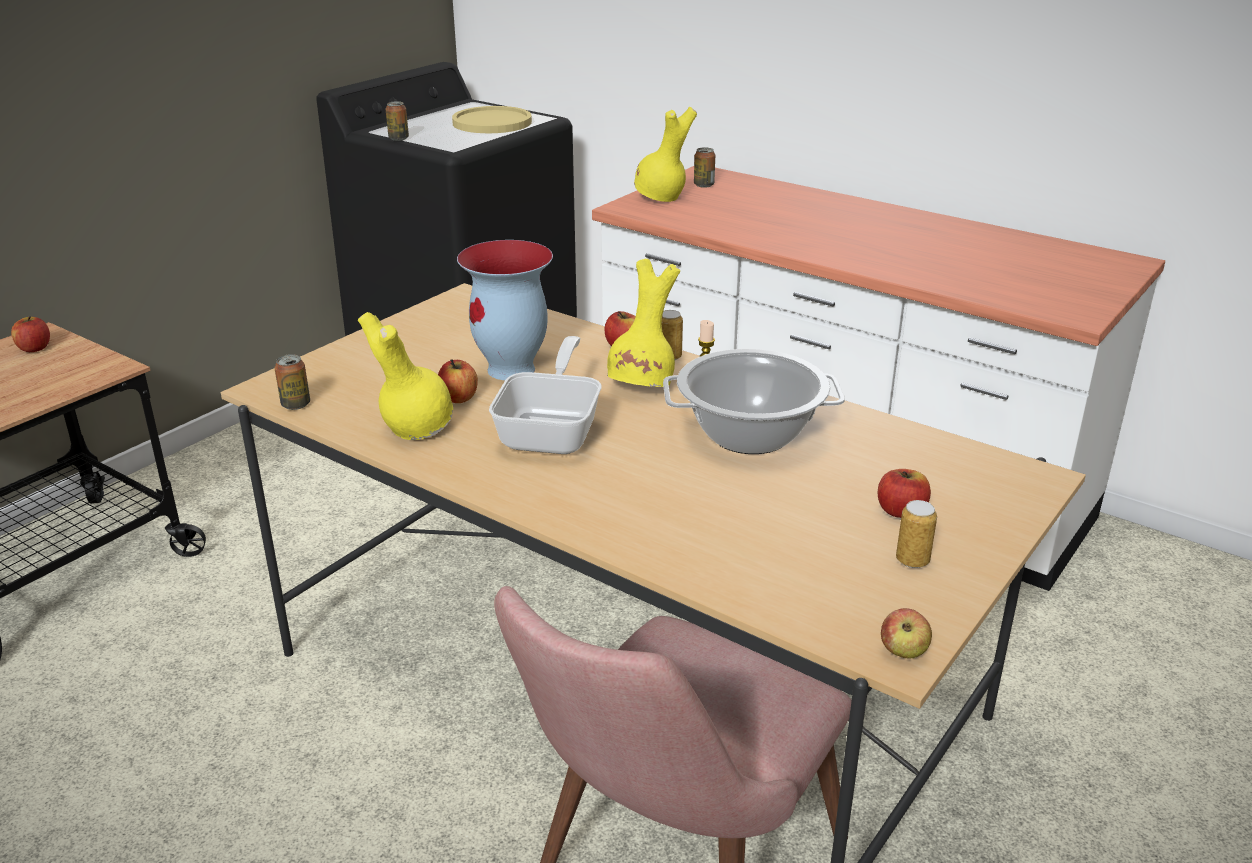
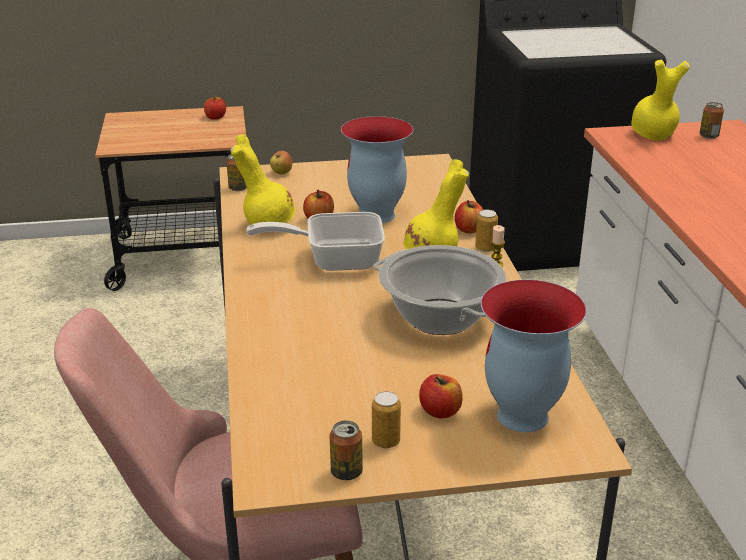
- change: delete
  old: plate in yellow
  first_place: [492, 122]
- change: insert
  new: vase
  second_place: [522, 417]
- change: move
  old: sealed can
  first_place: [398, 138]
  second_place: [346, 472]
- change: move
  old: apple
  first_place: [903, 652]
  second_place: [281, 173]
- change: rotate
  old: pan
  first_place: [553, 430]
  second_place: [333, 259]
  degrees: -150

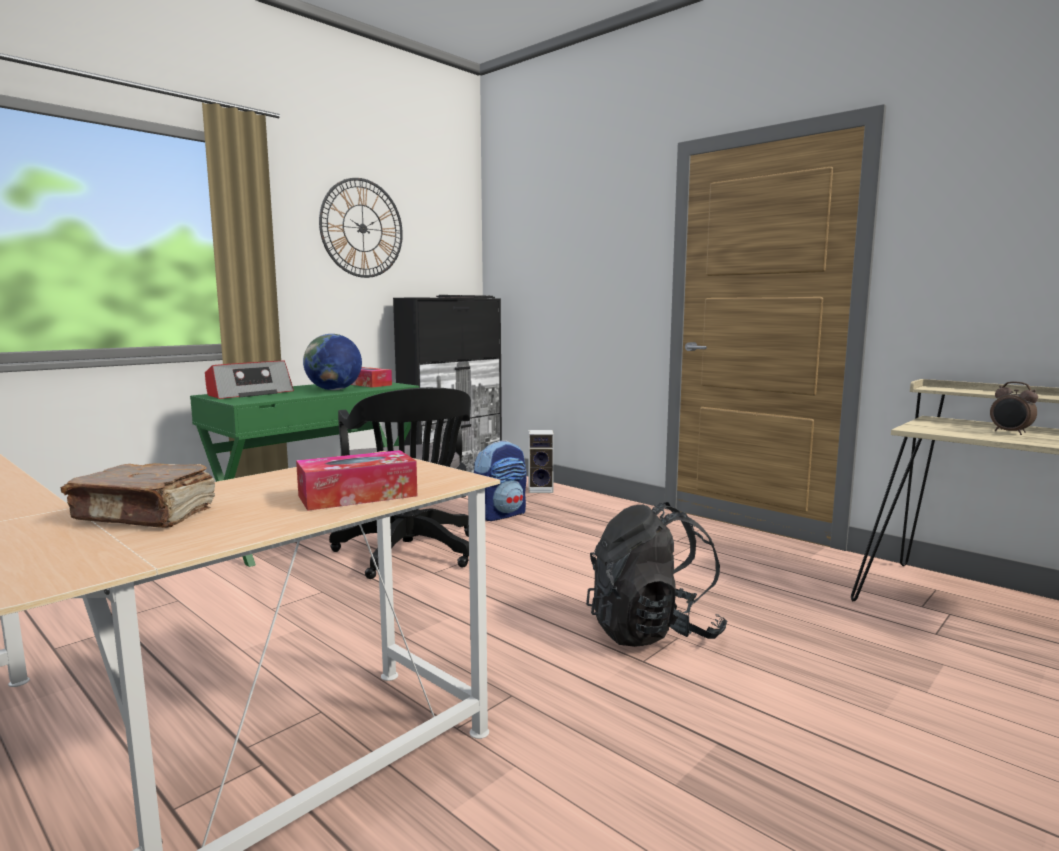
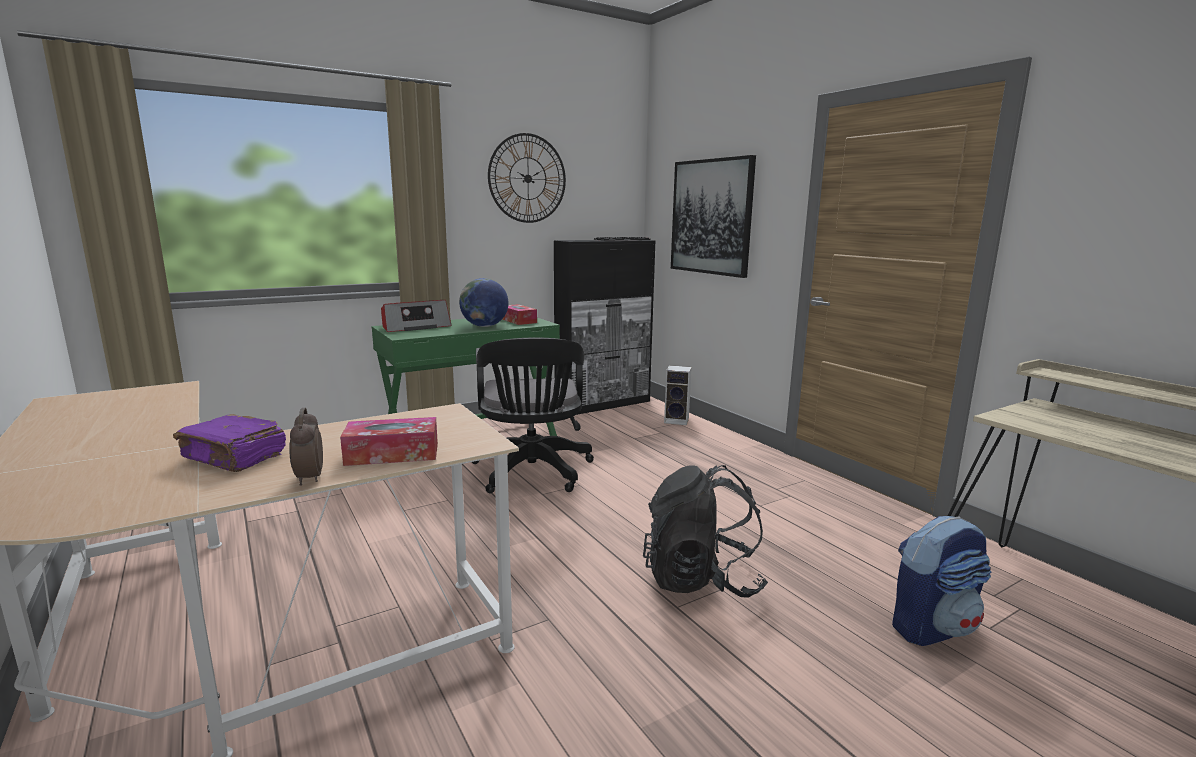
- change: insert
  new: picture
  second_place: [711, 217]
- change: move
  old: backpack
  first_place: [501, 514]
  second_place: [931, 627]
- change: move
  old: table clock
  first_place: [1010, 432]
  second_place: [309, 478]
- change: recolor
  old: bound book in brown
  new: bound book in purple-coloured
  first_place: [146, 515]
  second_place: [234, 457]

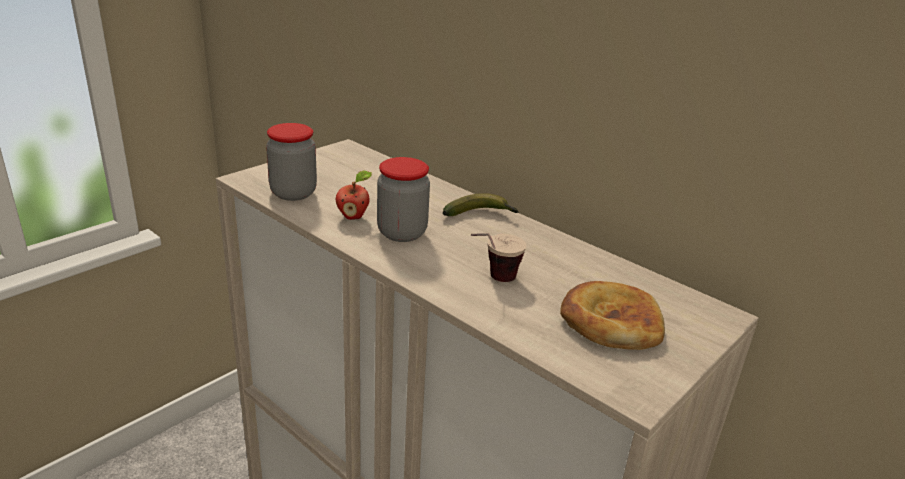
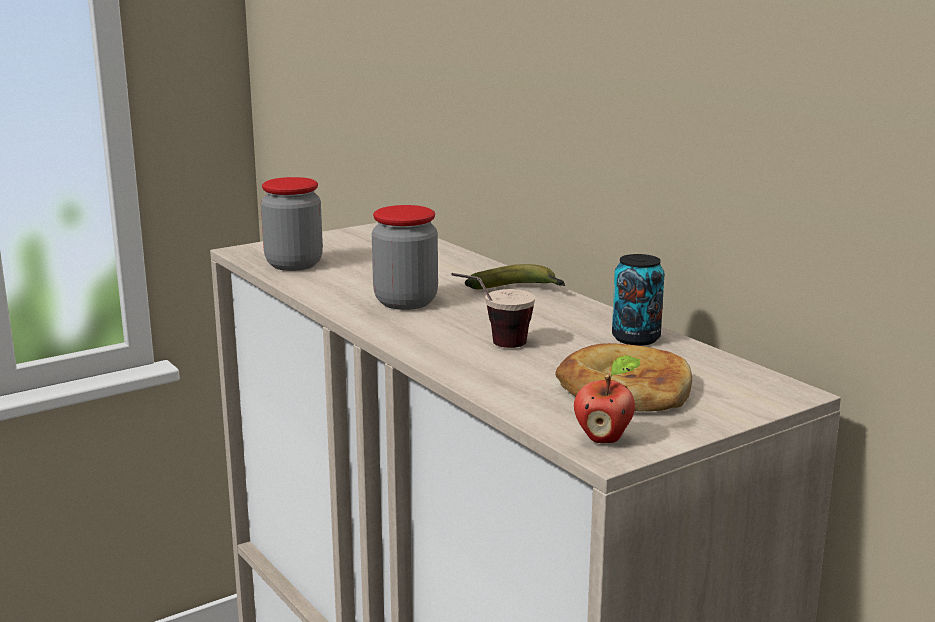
- change: insert
  new: sealed can
  second_place: [636, 338]
- change: move
  old: apple
  first_place: [354, 216]
  second_place: [605, 438]

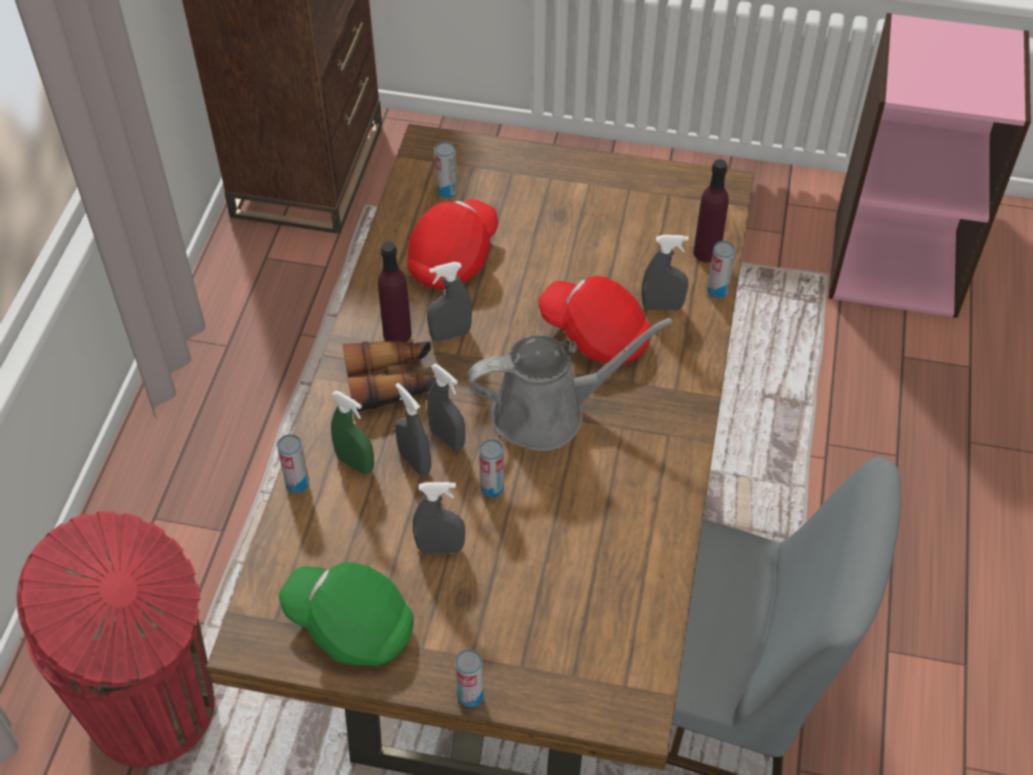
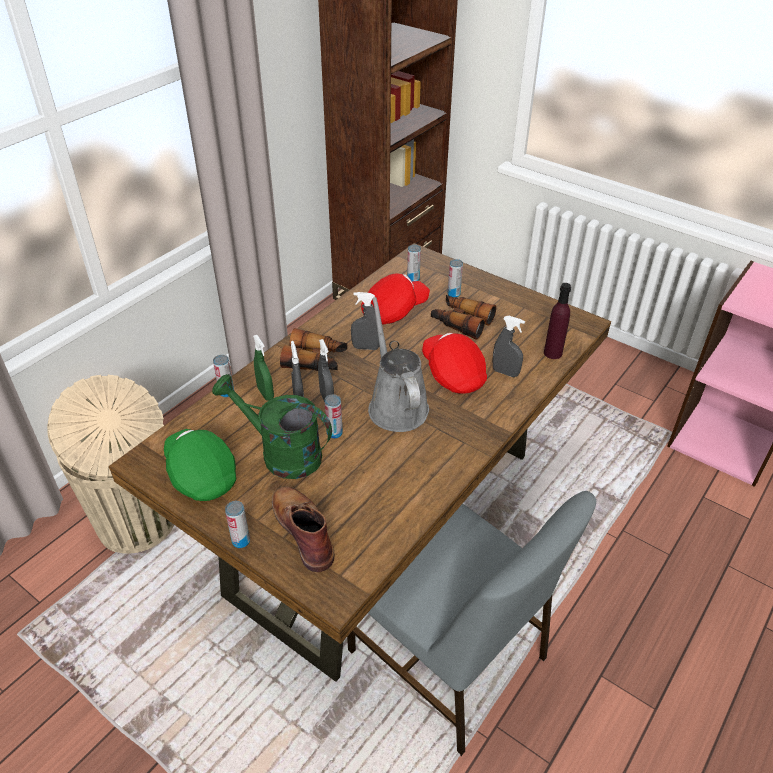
- change: delete
  old: drink bottle in purple-coloured
  first_place: [397, 334]
- change: insert
  new: high-top boot in brown
  second_place: [303, 529]
- change: insert
  new: binoculars
  second_place: [461, 322]
- change: move
  old: sealed can
  first_place: [717, 291]
  second_place: [453, 294]
- change: replace
  old: spray bottle in gray
  new: watering can in green
  first_place: [440, 548]
  second_place: [281, 454]
- change: recolor
  old: waste bin in reddish
  new: waste bin in beige
  first_place: [157, 710]
  second_place: [139, 524]
- change: rotate
  old: watering can in gray
  first_place: [548, 413]
  second_place: [396, 405]
  degrees: -120

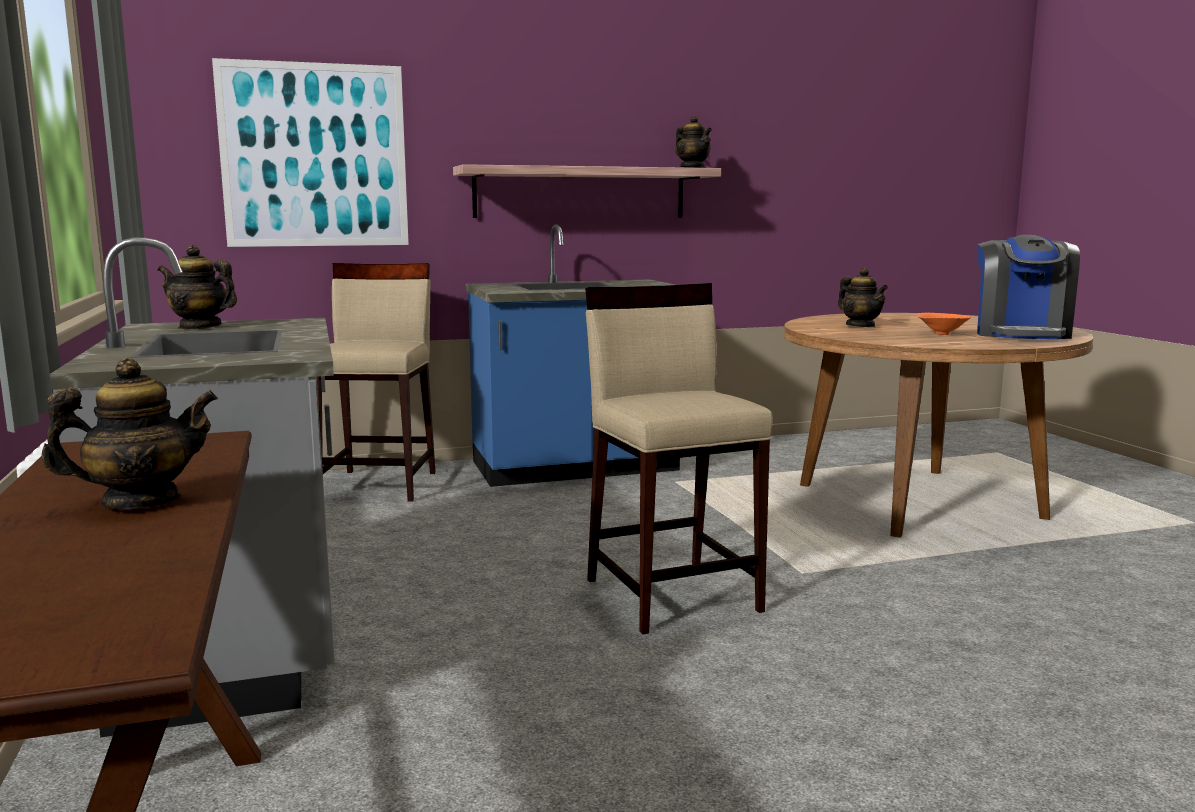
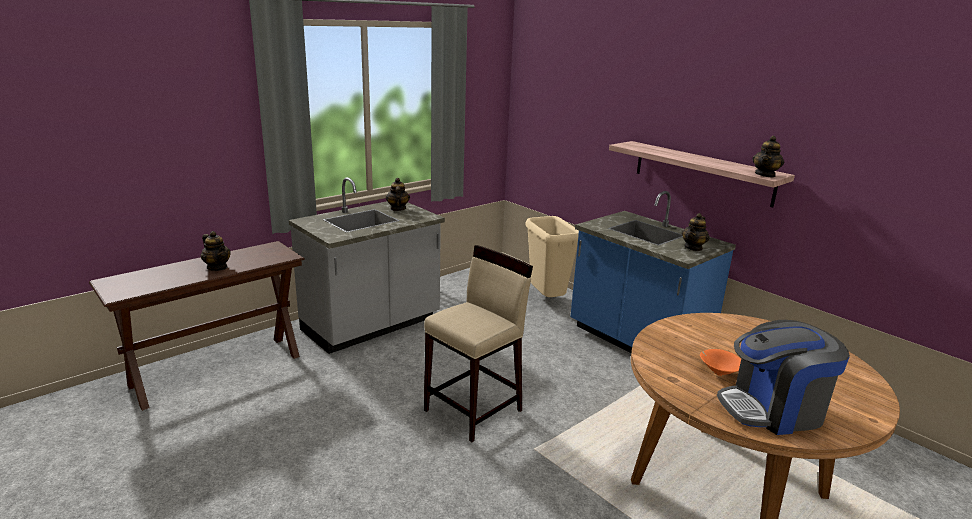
- change: delete
  old: picture
  first_place: [314, 156]
- change: move
  old: pot for tea
  first_place: [860, 326]
  second_place: [693, 247]
- change: replace
  old: stool in beige
  new: waste bin in beige
  first_place: [380, 485]
  second_place: [548, 300]

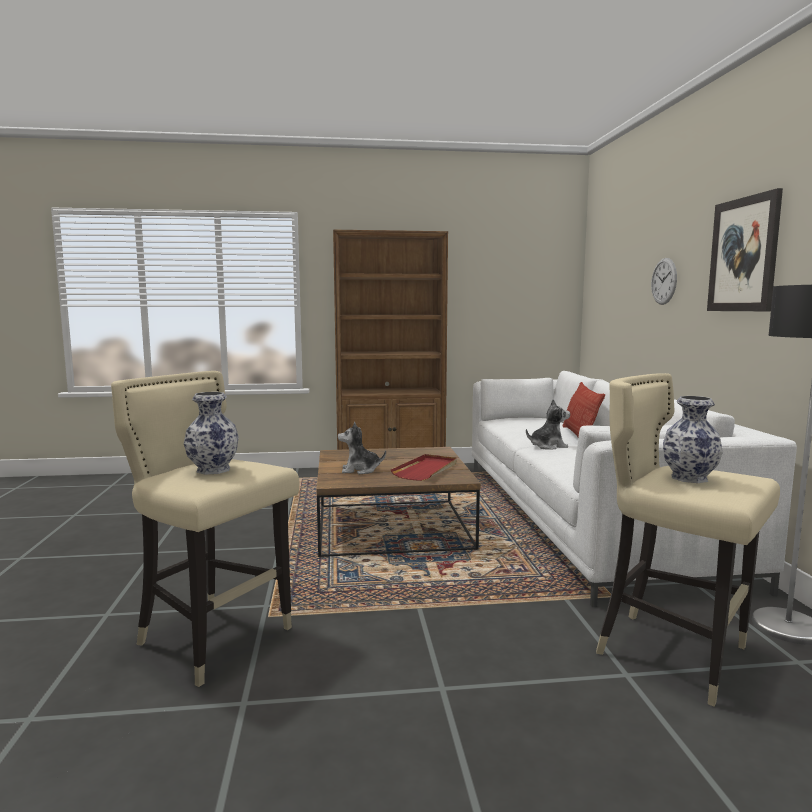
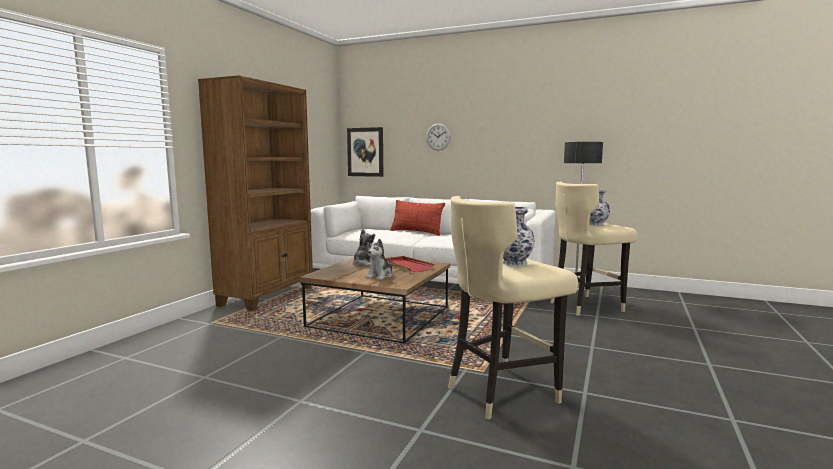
- change: move
  old: cuddly toy
  first_place: [548, 446]
  second_place: [363, 263]
- change: move
  old: picture
  first_place: [743, 255]
  second_place: [365, 152]

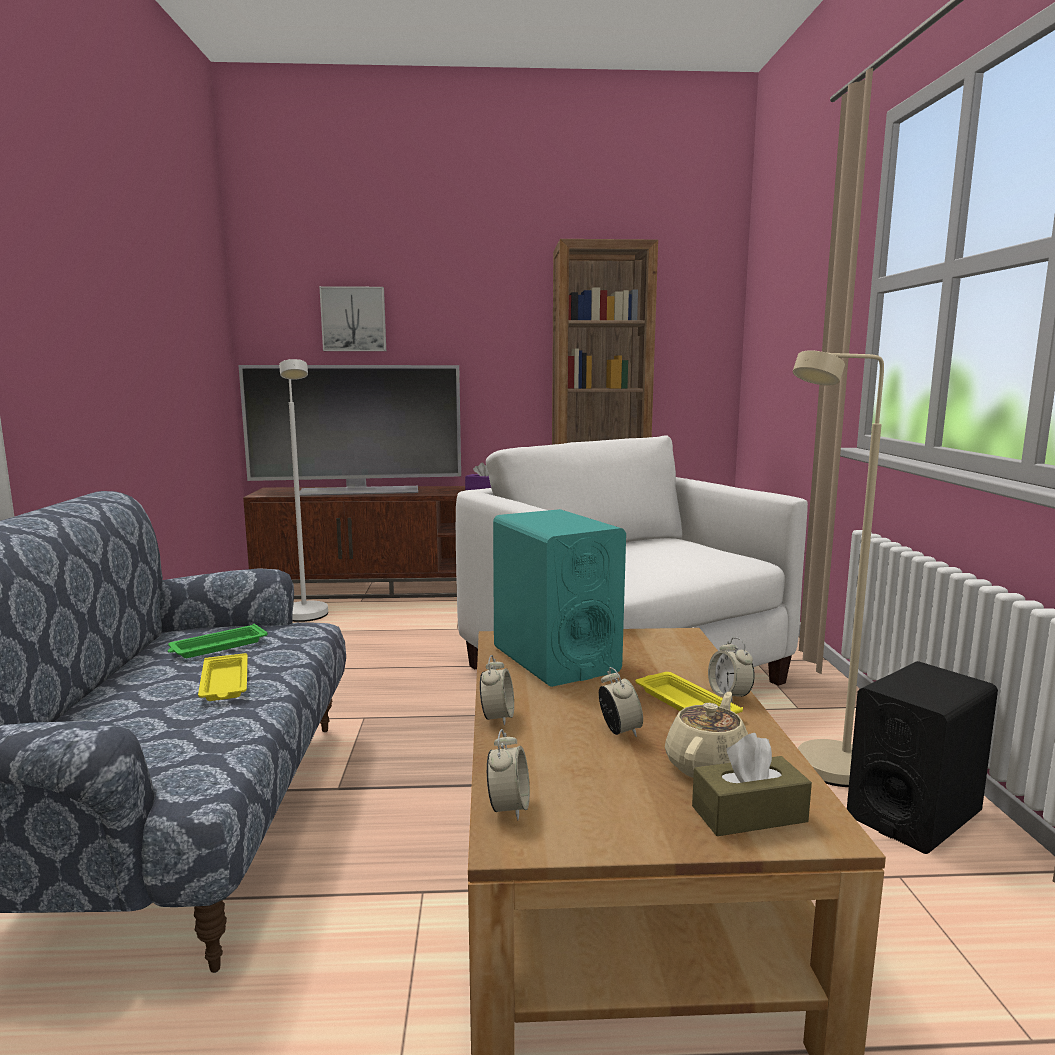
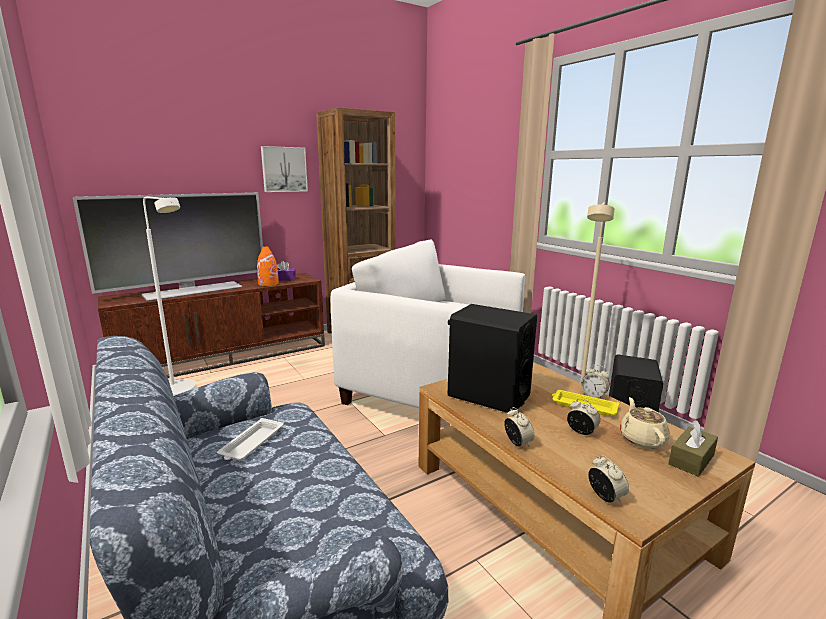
- change: delete
  old: tray in yellow
  first_place: [225, 683]
- change: insert
  new: vase in orange-coloured
  second_place: [268, 284]
- change: move
  old: picture
  first_place: [354, 319]
  second_place: [284, 169]
- change: recolor
  old: tray in green
  new: tray in white-coloured
  first_place: [217, 647]
  second_place: [251, 444]
- change: recolor
  old: loudspeaker in turquoise
  new: loudspeaker in black-coloured
  first_place: [554, 659]
  second_place: [488, 395]

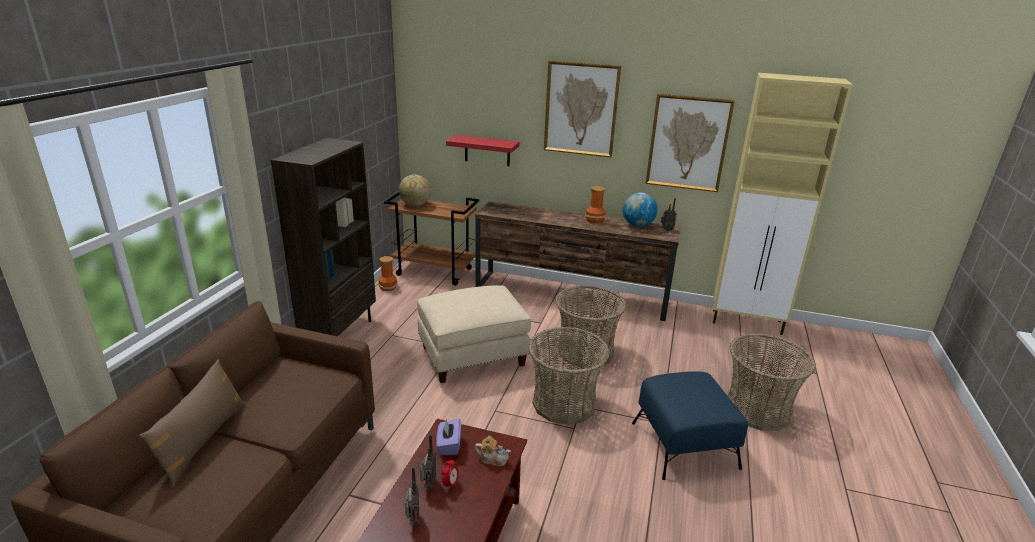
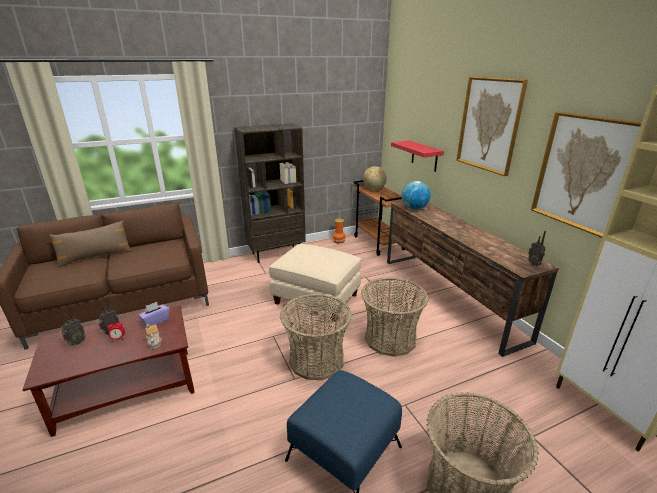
- change: delete
  old: vase
  first_place: [594, 220]
- change: move
  old: world globe
  first_place: [637, 225]
  second_place: [414, 208]

